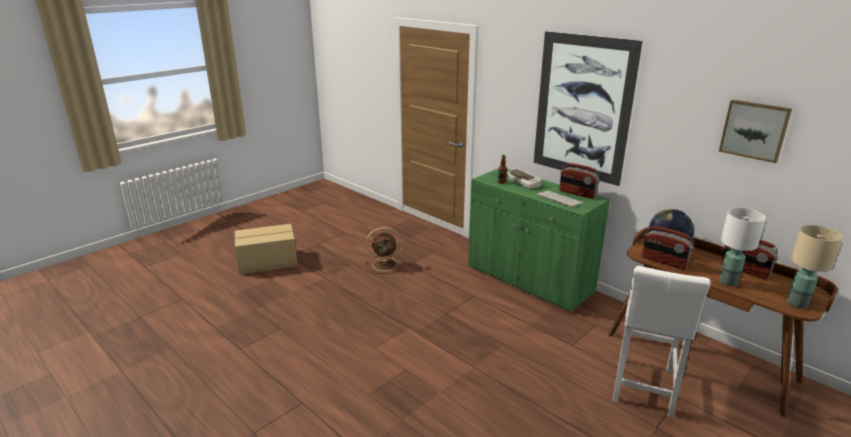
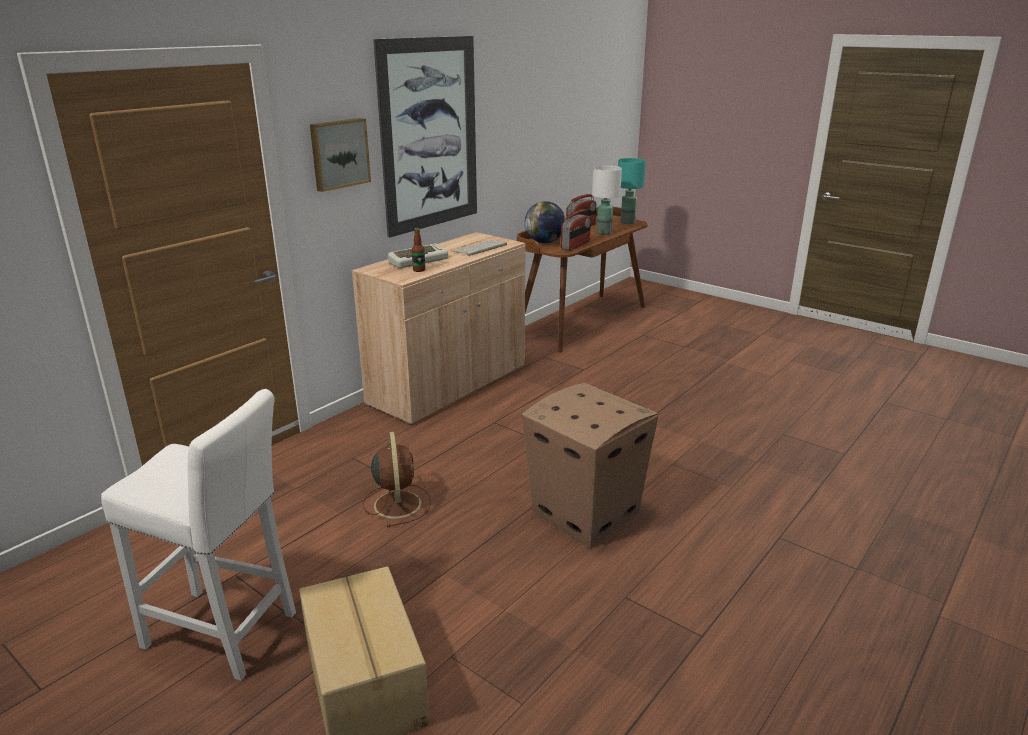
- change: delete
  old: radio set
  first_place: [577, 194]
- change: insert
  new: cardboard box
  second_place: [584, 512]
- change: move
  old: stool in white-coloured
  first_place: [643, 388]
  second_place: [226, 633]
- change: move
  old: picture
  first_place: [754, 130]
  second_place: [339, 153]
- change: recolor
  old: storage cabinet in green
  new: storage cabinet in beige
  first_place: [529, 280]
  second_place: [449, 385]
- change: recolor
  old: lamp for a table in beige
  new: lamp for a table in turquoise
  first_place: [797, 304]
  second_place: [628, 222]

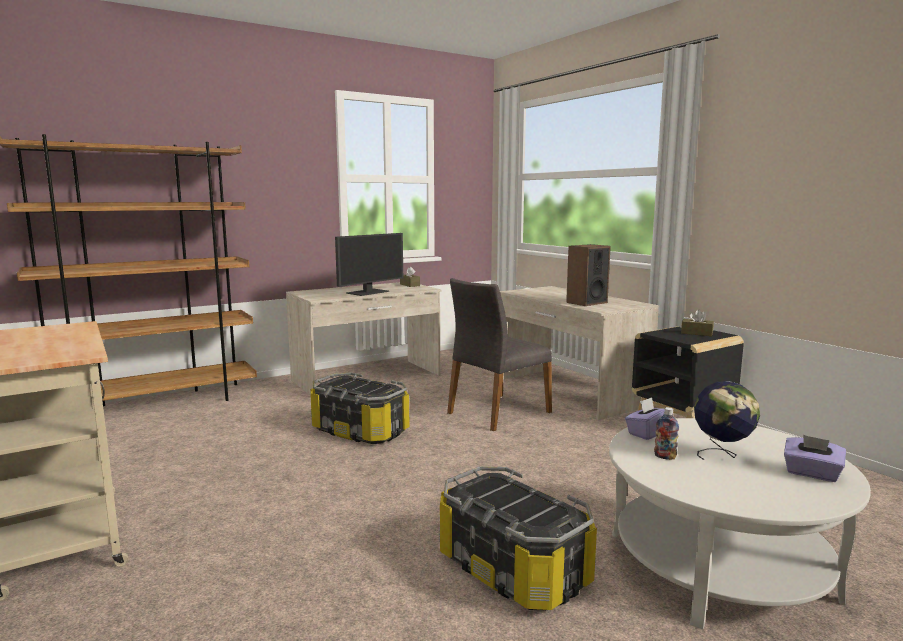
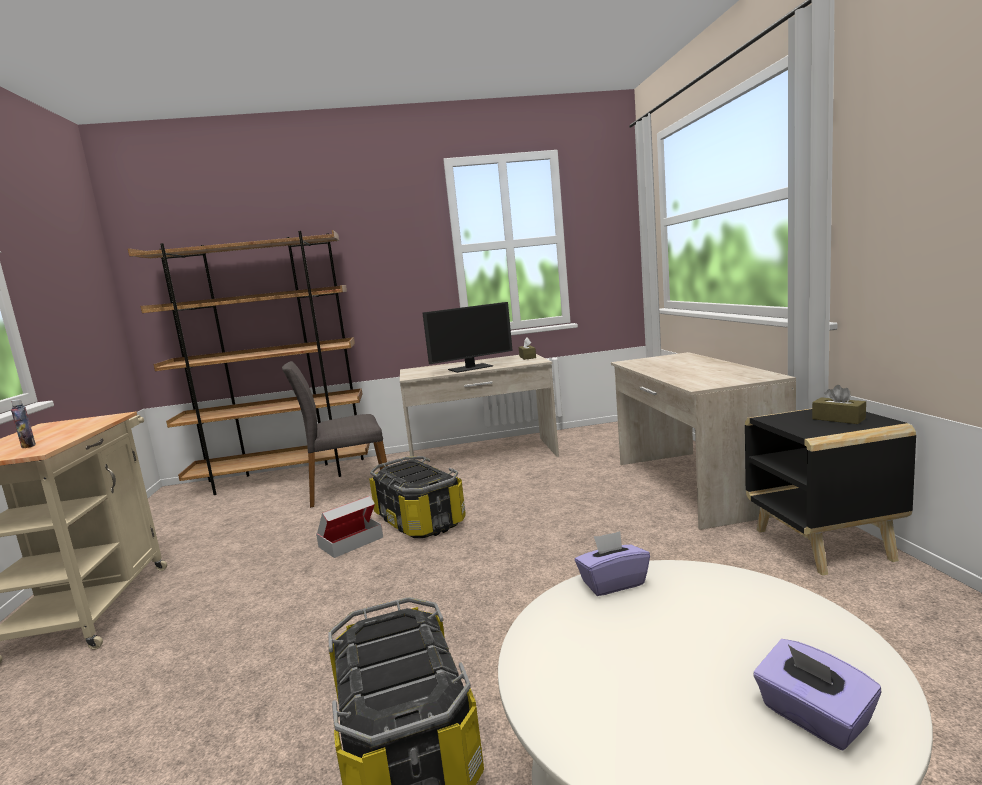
- change: delete
  old: loudspeaker
  first_place: [586, 302]
- change: delete
  old: world globe
  first_place: [722, 455]
- change: insert
  new: cardboard box
  second_place: [351, 542]
- change: move
  old: upright chair in gray
  first_place: [497, 412]
  second_place: [348, 488]
- change: move
  old: drink bottle
  first_place: [665, 457]
  second_place: [28, 446]

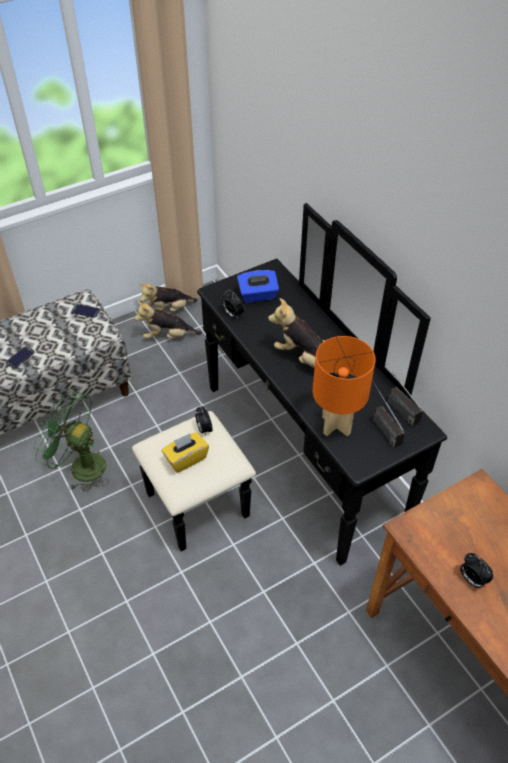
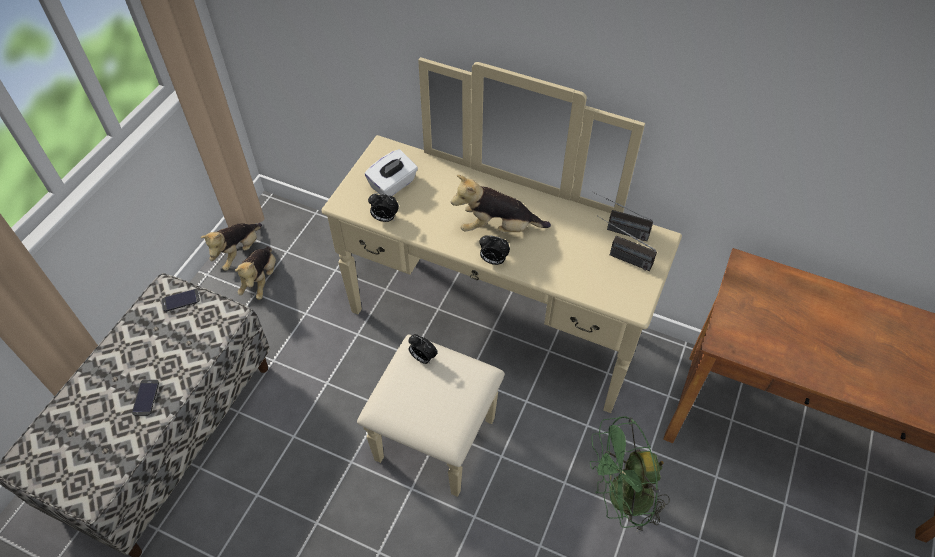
- change: delete
  old: box of tissues in yellow
  first_place: [186, 458]
- change: delete
  old: lamp for a table in orange-coloured
  first_place: [336, 426]
- change: move
  old: fan in green
  first_place: [80, 466]
  second_place: [621, 499]
- change: move
  old: table clock
  first_place: [471, 579]
  second_place: [493, 260]
- change: recolor
  old: chest of drawers in black-coloured
  new: chest of drawers in beige
  first_place: [280, 464]
  second_place: [482, 349]
- change: recolor
  old: box of tissues in blue
  new: box of tissues in white-coloured
  first_place: [258, 295]
  second_place: [393, 185]
- change: rotate
  old: cuddly toy
  first_place: [168, 336]
  second_place: [260, 280]
  degrees: -45

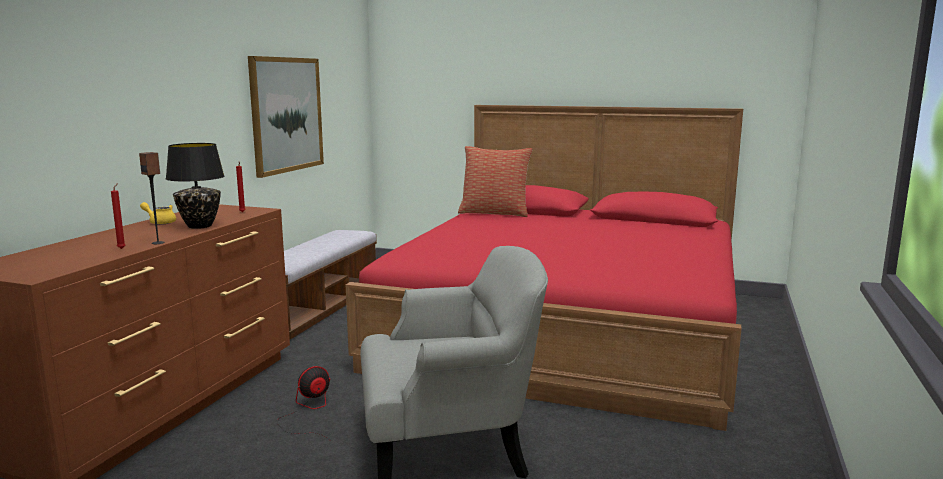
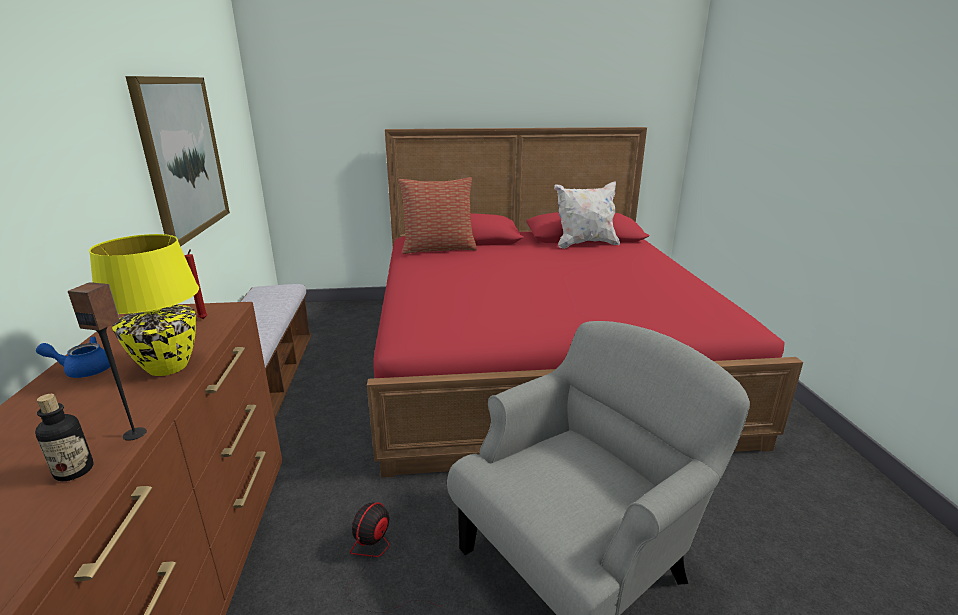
- change: insert
  new: throw pillow in white-coloured
  second_place: [585, 244]
- change: replace
  old: wax light in reddish
  new: drink bottle
  first_place: [122, 248]
  second_place: [74, 471]
- change: recolor
  old: pot for tea in yellow
  new: pot for tea in blue
  first_place: [160, 222]
  second_place: [84, 370]
- change: recolor
  old: lamp for a table in black-coloured
  new: lamp for a table in yellow
  first_place: [199, 226]
  second_place: [167, 368]

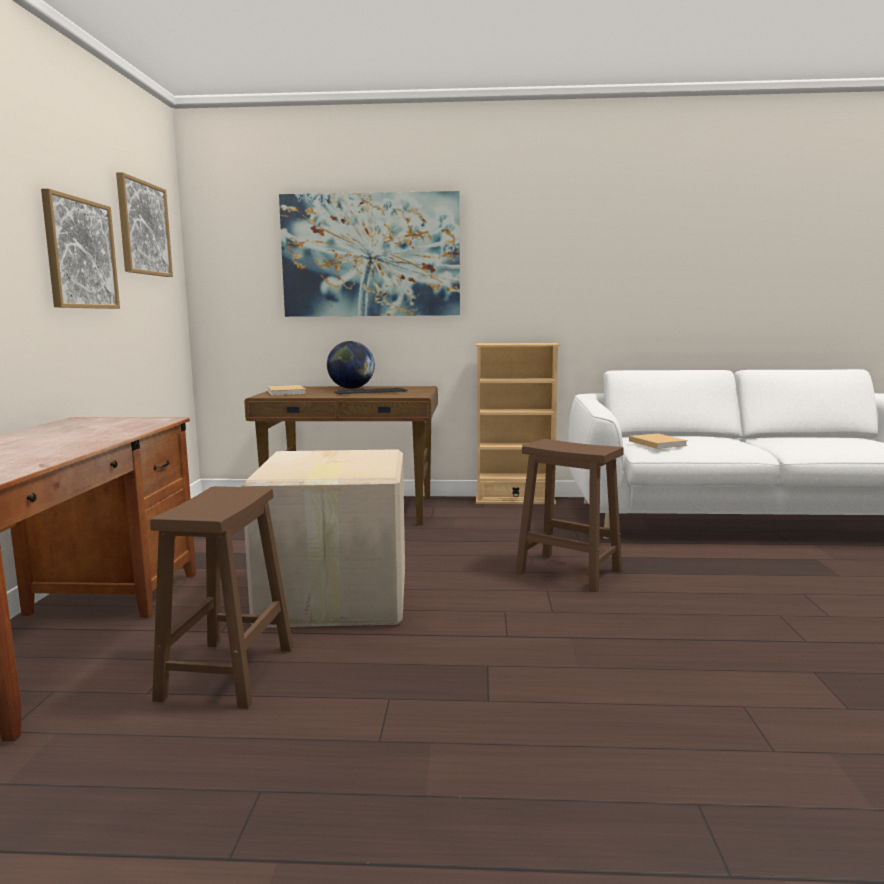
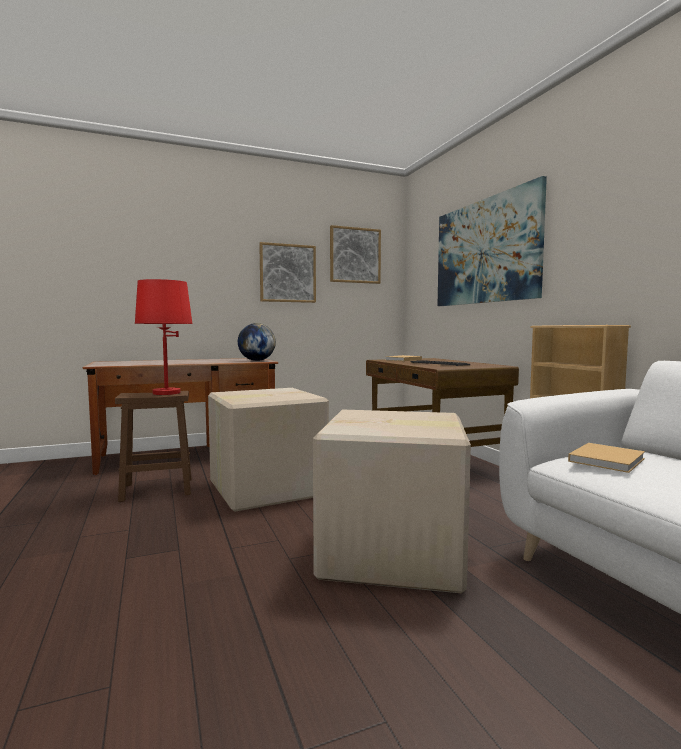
- change: insert
  new: lamp for a table in reddish
  second_place: [166, 393]
- change: move
  old: world globe
  first_place: [351, 388]
  second_place: [256, 360]
- change: replace
  old: stool in brown
  new: cardboard box
  first_place: [570, 571]
  second_place: [394, 553]

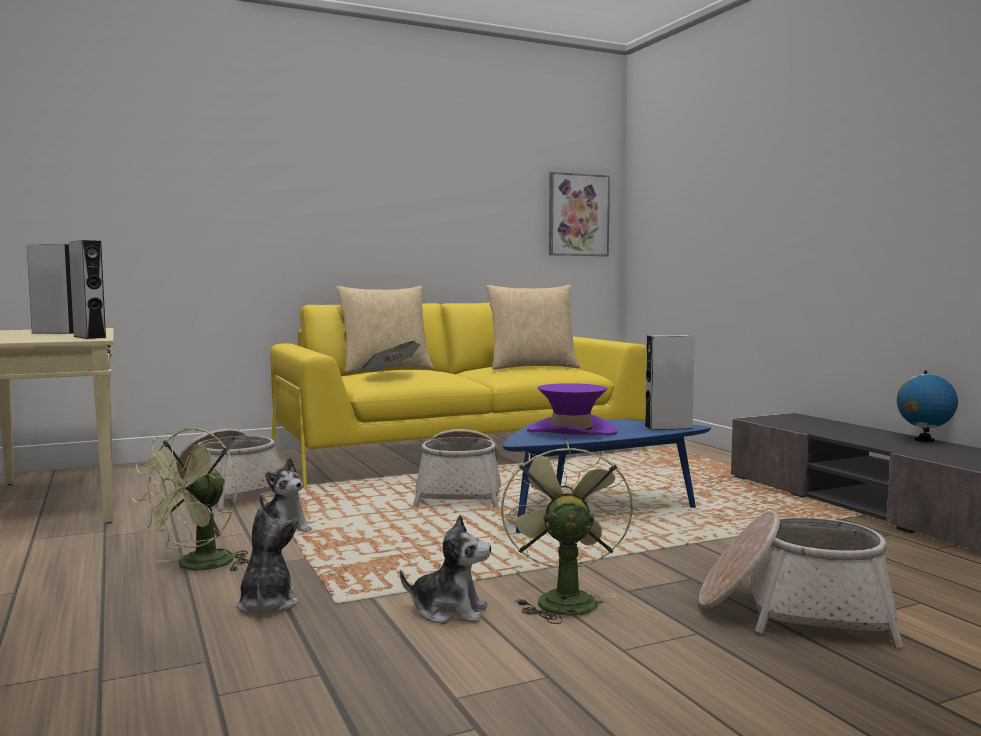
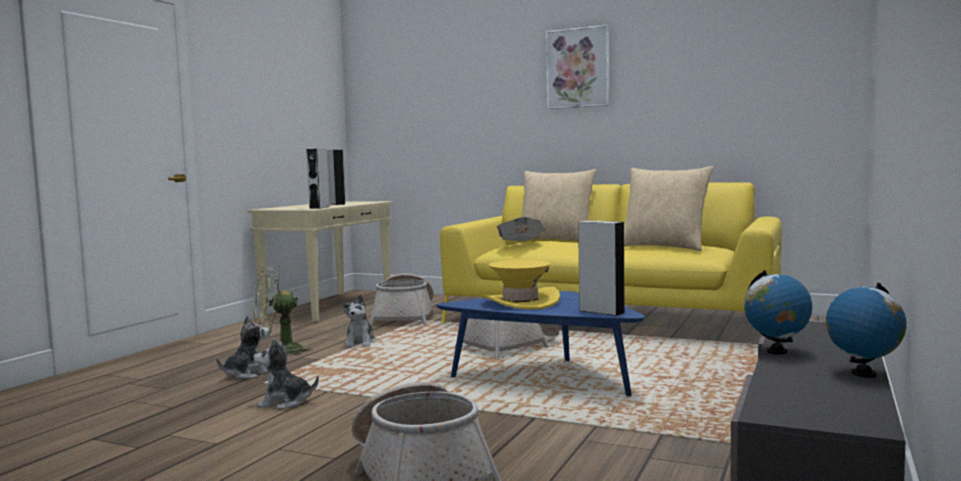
- change: delete
  old: fan in green
  first_place: [563, 599]
- change: insert
  new: world globe
  second_place: [776, 352]
- change: move
  old: picture
  first_place: [578, 215]
  second_place: [578, 68]
- change: recolor
  old: hat in purple-coloured
  new: hat in yellow
  first_place: [571, 431]
  second_place: [520, 302]
- change: rotate
  old: cuddly toy
  first_place: [449, 611]
  second_place: [285, 403]
  degrees: 120

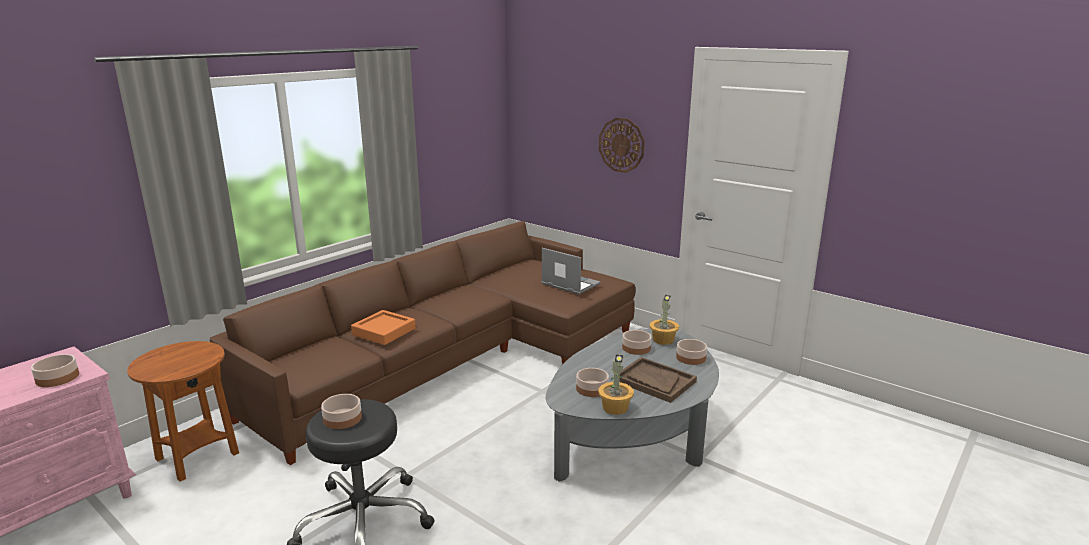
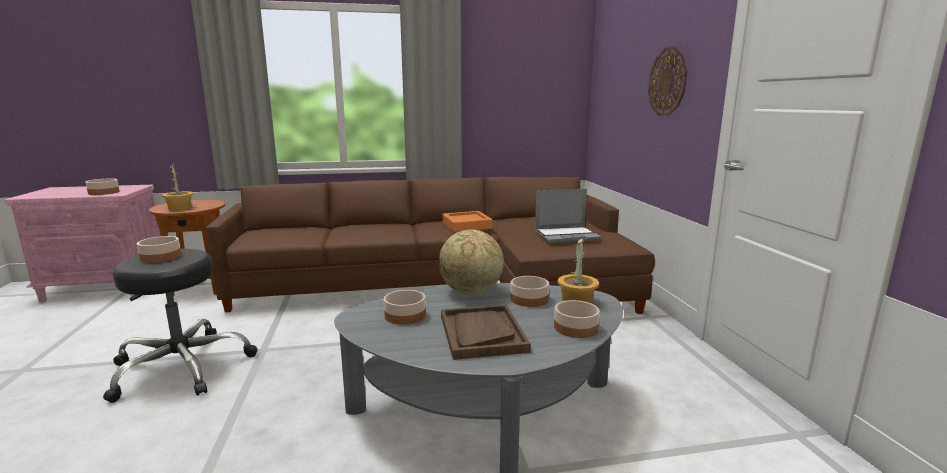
- change: insert
  new: world globe
  second_place: [470, 292]
- change: move
  old: tray in orange-coloured
  first_place: [384, 331]
  second_place: [466, 225]
- change: move
  old: houseplant
  first_place: [615, 407]
  second_place: [180, 208]
- change: rotate
  old: notebook computer
  first_place: [569, 284]
  second_place: [567, 236]
  degrees: 90

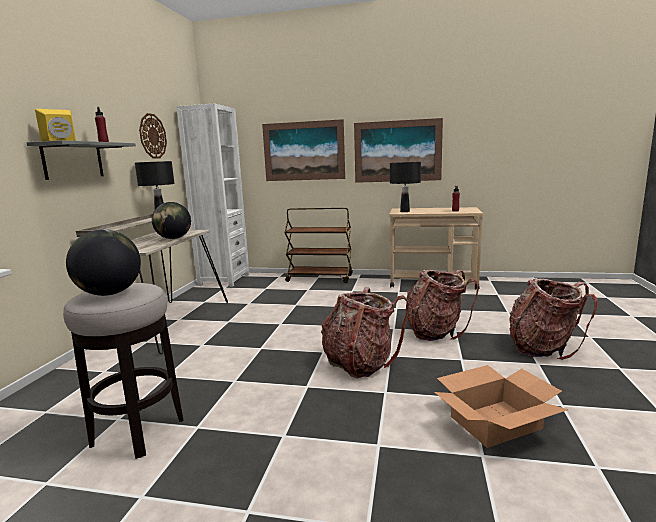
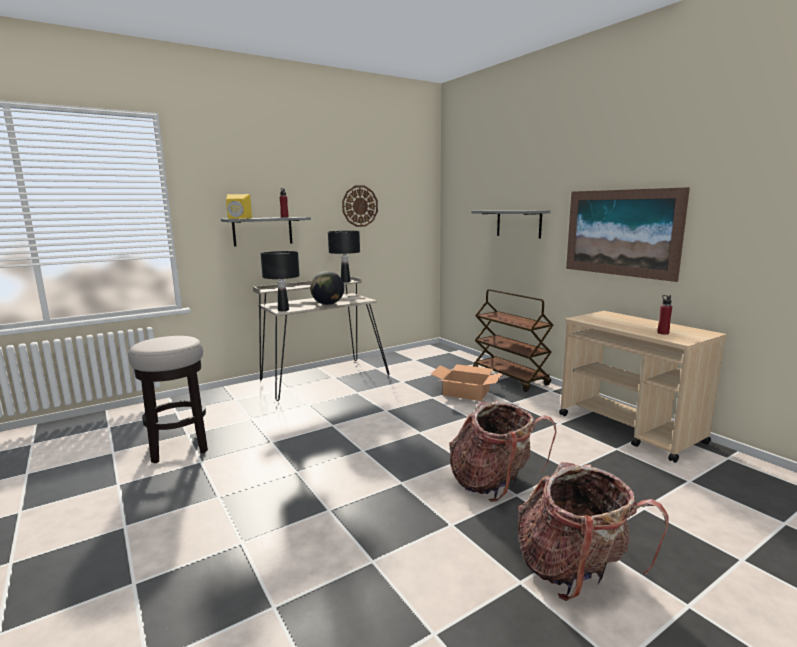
- change: delete
  old: world globe
  first_place: [110, 294]
- change: delete
  old: bookshelf in white-coloured
  first_place: [224, 280]
- change: delete
  old: backpack
  first_place: [360, 363]
- change: move
  old: lamp for a table in black-coloured
  first_place: [404, 211]
  second_place: [283, 310]
- change: move
  old: cardboard box
  first_place: [495, 422]
  second_place: [466, 392]
- change: replace
  old: picture
  new: wall shelf in gray
  first_place: [303, 151]
  second_place: [518, 223]

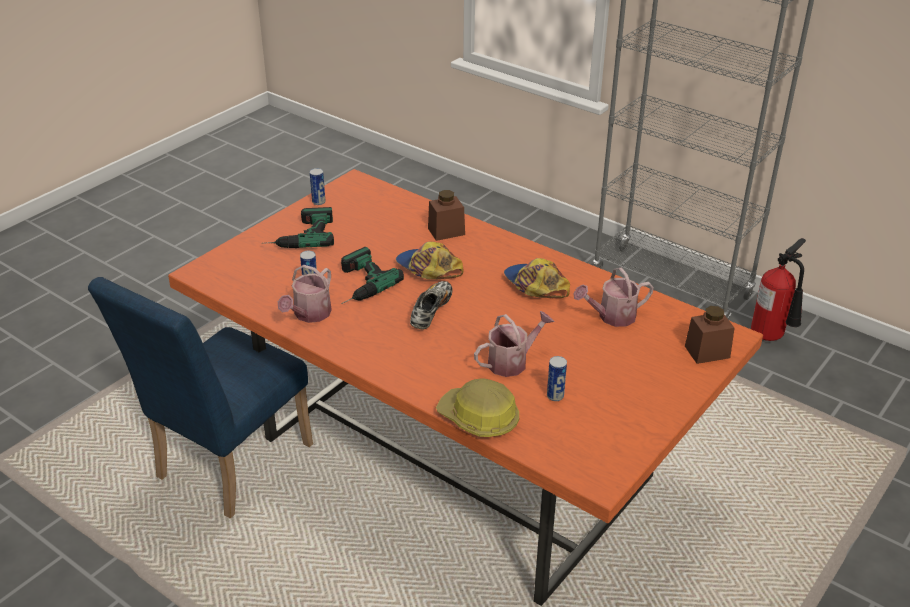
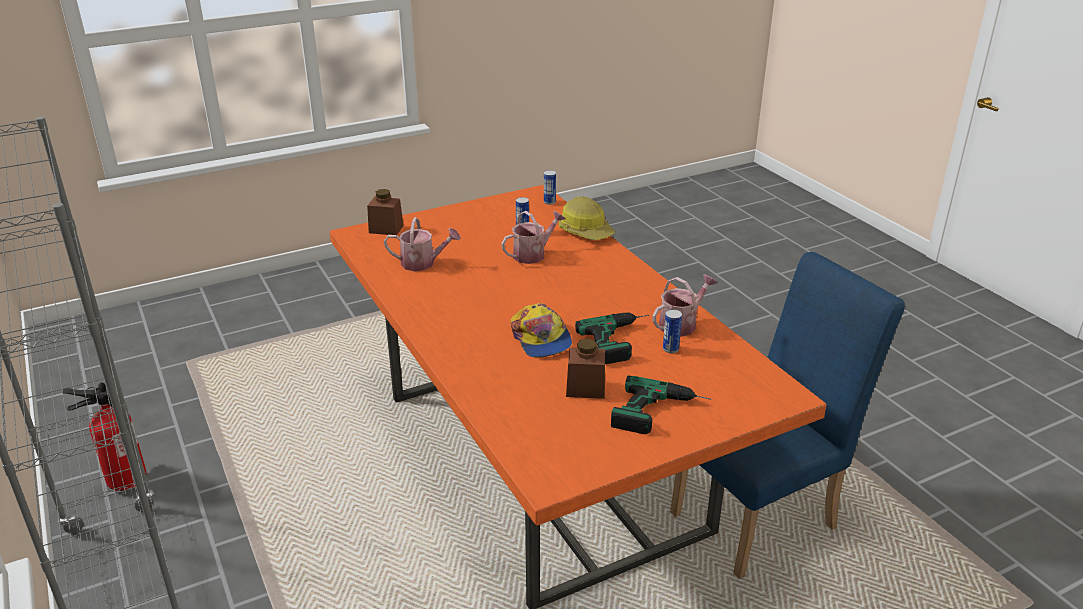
- change: delete
  old: low shoe
  first_place: [431, 312]
- change: delete
  old: cap
  first_place: [535, 285]
- change: move
  old: sealed can
  first_place: [318, 202]
  second_place: [549, 202]
- change: move
  old: storage jar in brown
  first_place: [446, 231]
  second_place: [585, 388]
- change: rotate
  old: watering can
  first_place: [512, 361]
  second_place: [533, 254]
  degrees: 150

